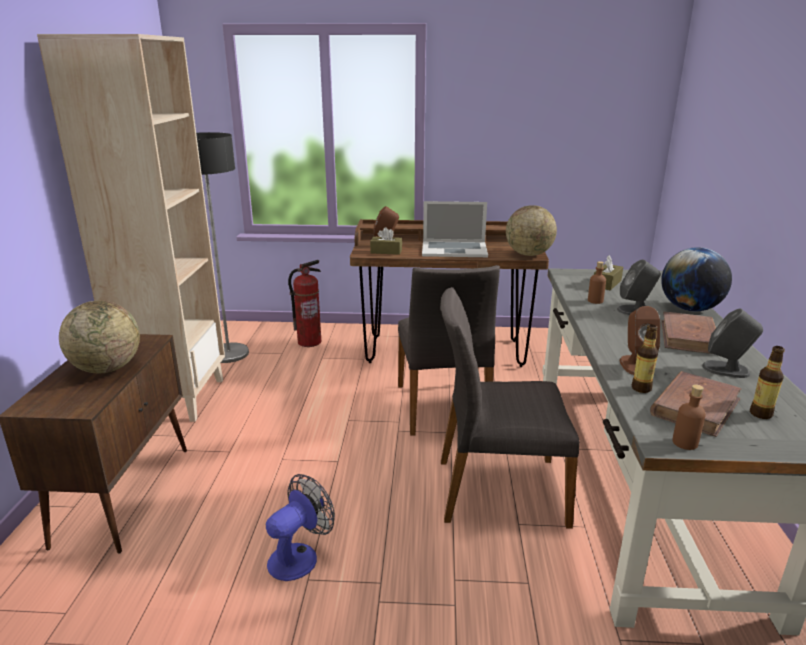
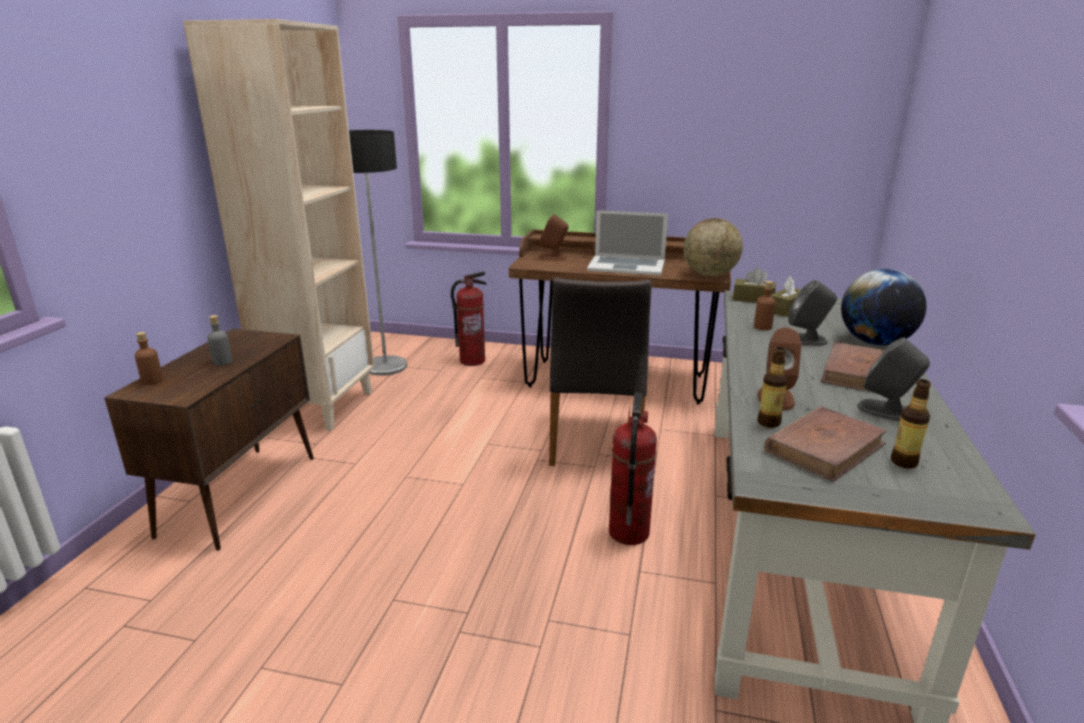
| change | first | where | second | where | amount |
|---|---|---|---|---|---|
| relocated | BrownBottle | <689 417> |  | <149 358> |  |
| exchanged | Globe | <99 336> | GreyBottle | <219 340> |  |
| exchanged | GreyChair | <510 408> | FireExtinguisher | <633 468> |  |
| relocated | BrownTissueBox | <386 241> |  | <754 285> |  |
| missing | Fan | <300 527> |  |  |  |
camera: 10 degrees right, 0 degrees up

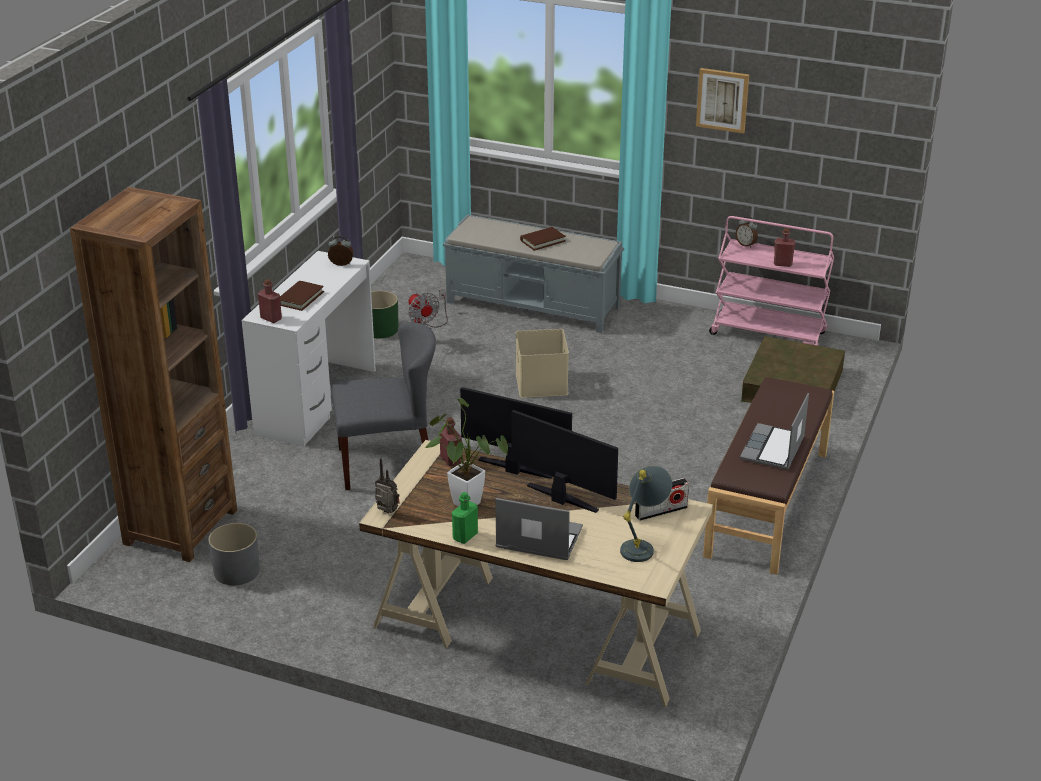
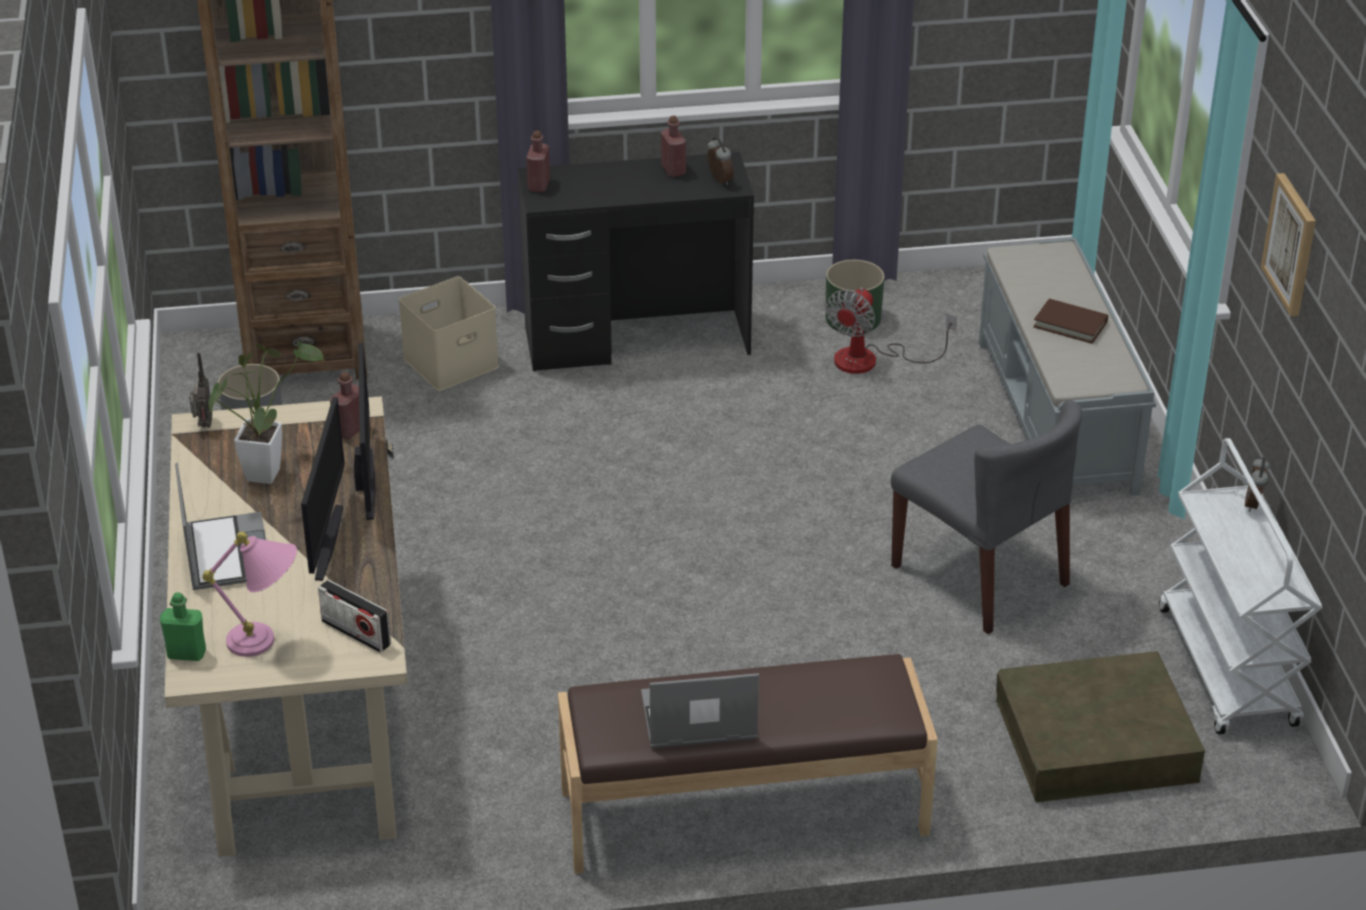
| change | first | where | second | where | amount |
|---|---|---|---|---|---|
| relocated | GreenBottle | <465 518> |  | <183 626> |  |
| colour | GreyTableLamp | <646 514> | PinkTableLamp | <249 594> |  |
| relocated | BeigeStorageBox | <542 363> |  | <449 333> |  |
| colour | WhiteDesk | <309 349> | BlackDesk | <636 261> |  |
| relocated | RedBottle | <785 247> |  | <673 146> |  |
| relocated | GreyChair | <383 406> |  | <986 517> |  |
| colour | PinkCart | <771 281> | WhiteCart | <1240 586> |  |
| missing | BrownBook | <302 296> |  |  |  |
camera: 60 degrees right, 5 degrees up

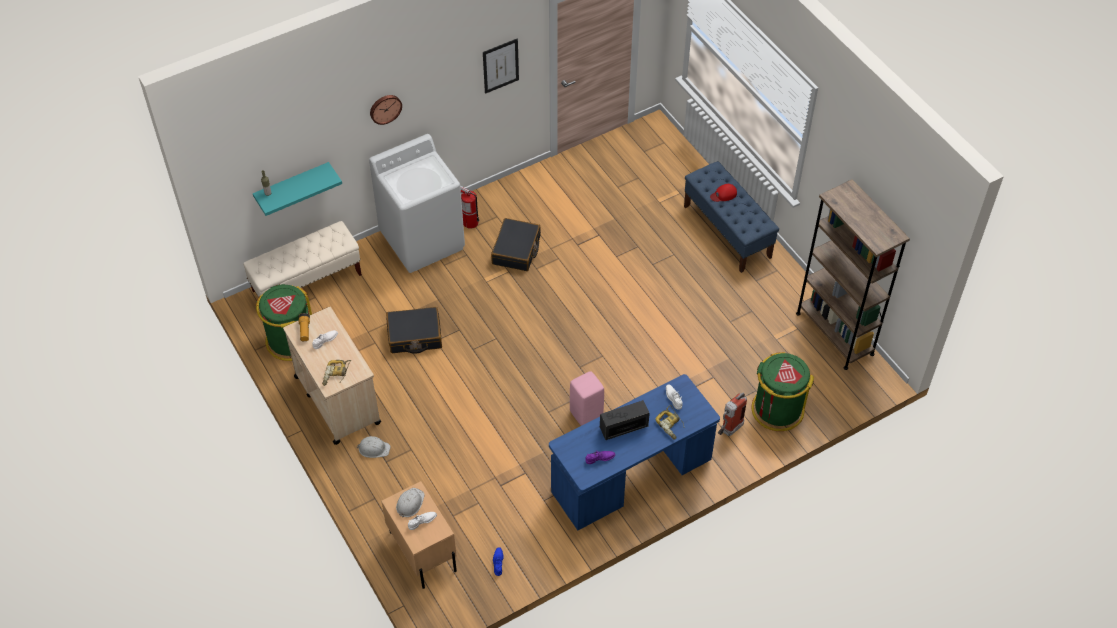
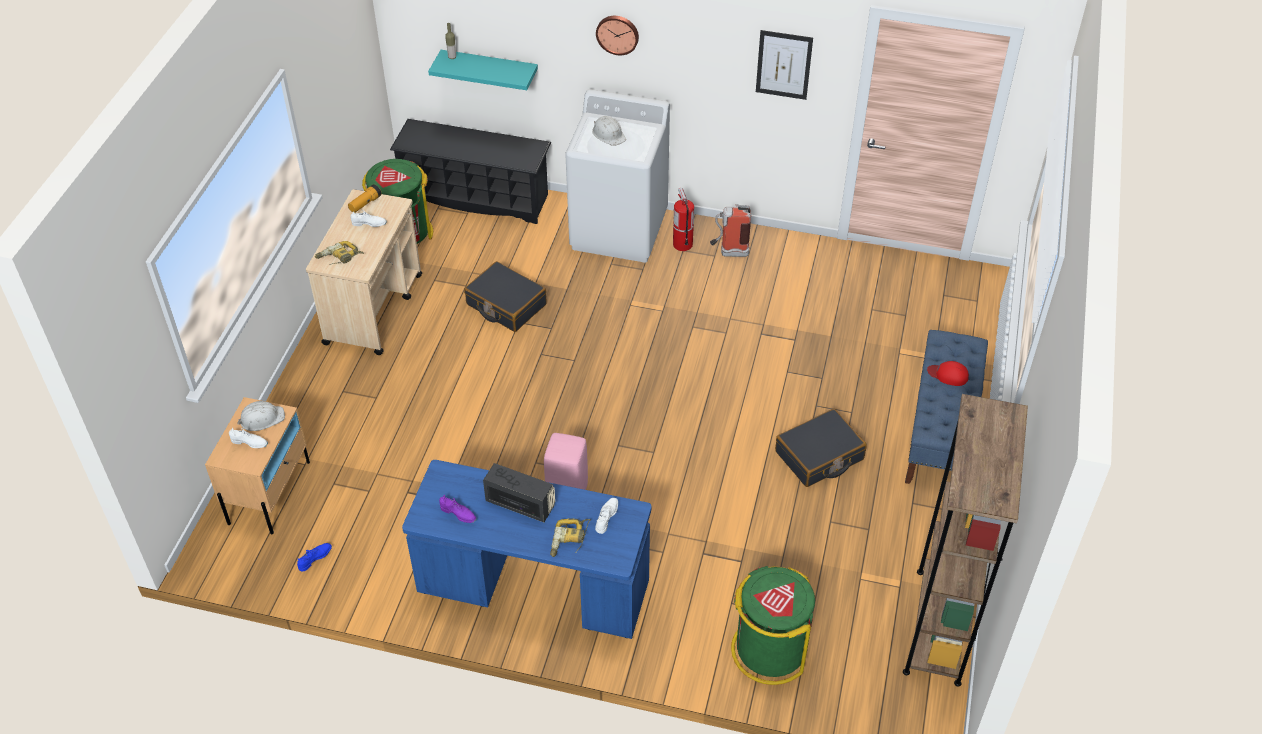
| change | first | where | second | where | amount |
|---|---|---|---|---|---|
| exchanged | BeigeBench | <302 259> | BlackShoeRack | <470 171> |  |
| relocated | WhiteHardHat | <373 447> |  | <609 131> |  |
| relocated | FireExtinguisher | <732 414> |  | <730 230> |  |
| relocated | BlackSuitcase | <516 244> |  | <820 448> |  |
camera: 45 degrees right, 5 degrees down

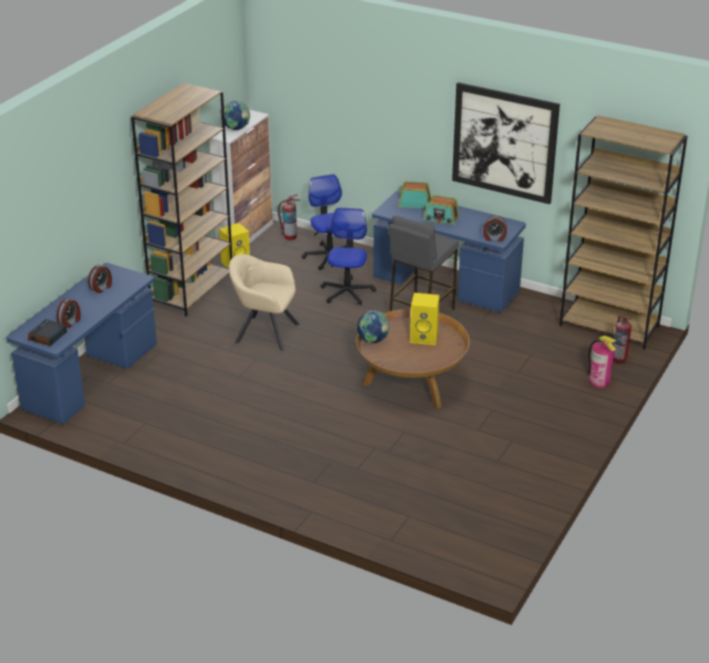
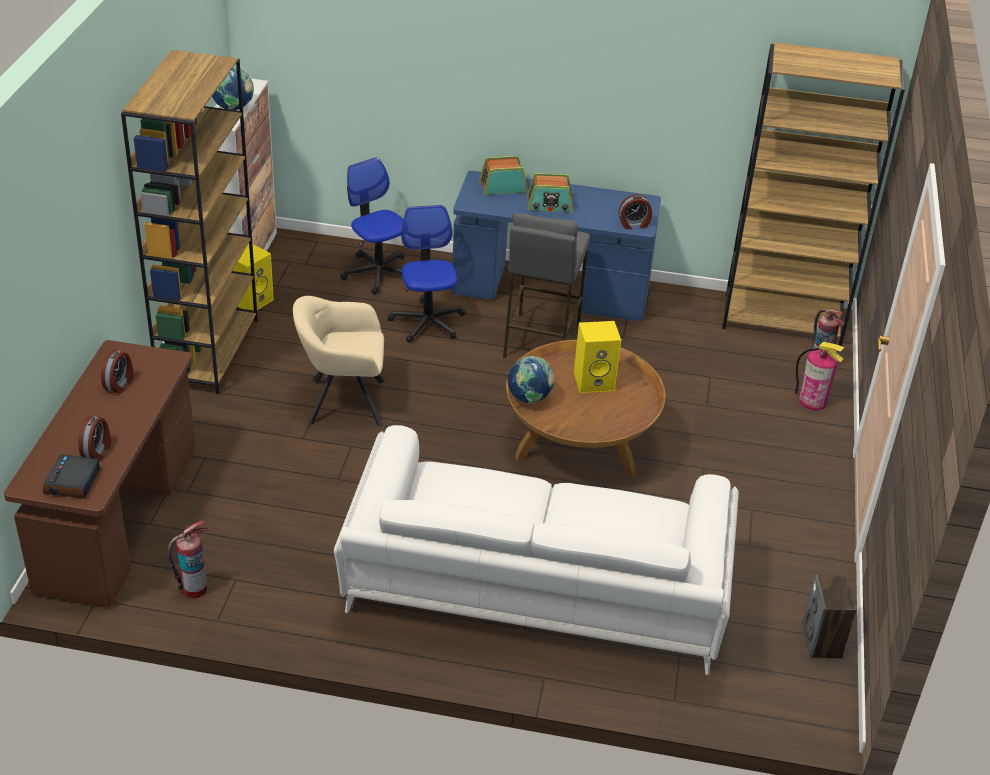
| change | first | where | second | where | amount |
|---|---|---|---|---|---|
| colour | BlueDesk | <81 343> | BrownDesk | <100 473> |  |
| relocated | FireExtinguisher | <289 217> |  | <188 559> |  |
| appeared |  |  | WhiteSofa | <536 550> |  |
| appeared |  |  | Speaker | <829 616> |  |
| missing | Picture | <506 143> |  |  |  |
camera: 20 degrees left, 5 degrees up

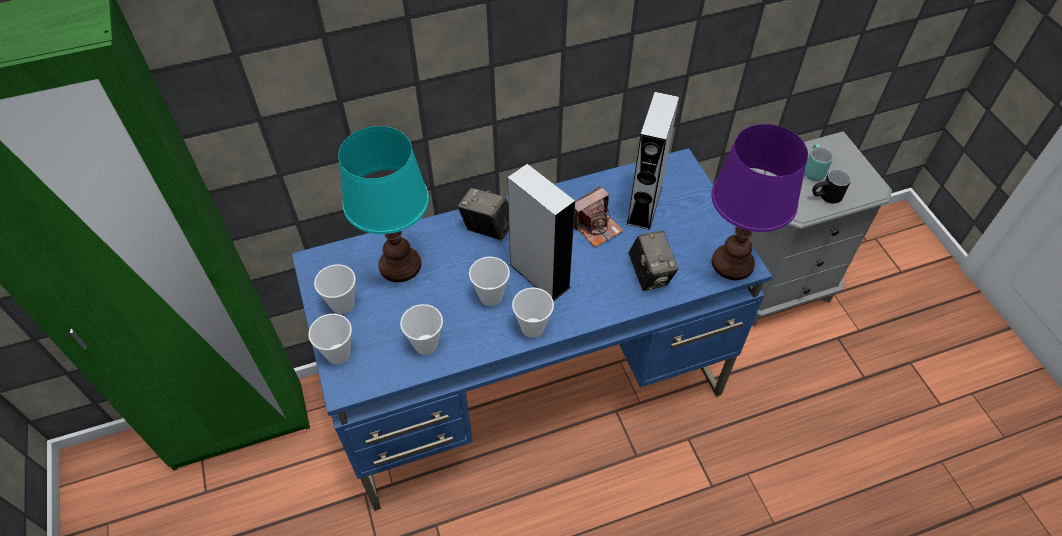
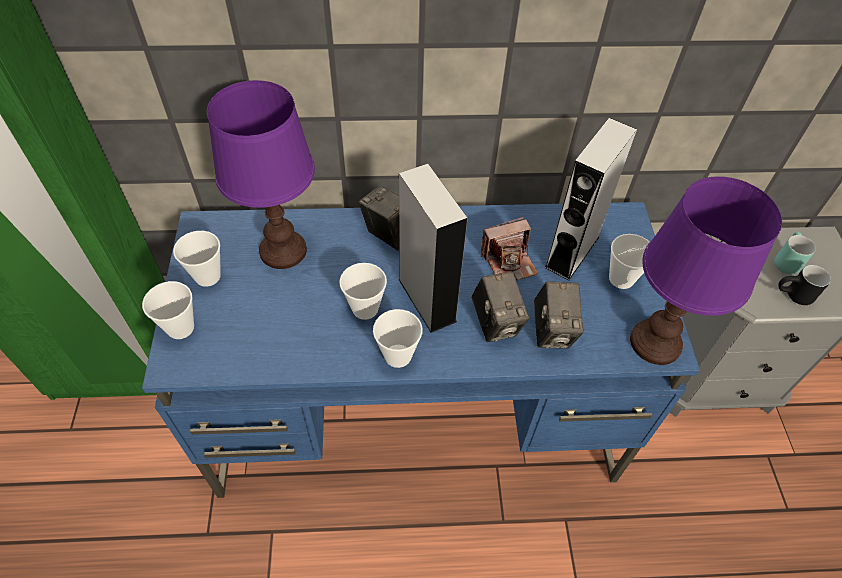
| change | first | where | second | where | amount |
|---|---|---|---|---|---|
| colour | TurquoiseTableLamp | <383 204> | PurpleTableLamp | <261 174> |  |
| appeared |  |  | PhotoCamera | <500 306> |  |
| relocated | Cup | <421 329> |  | <629 261> |  |
camera: 15 degrees right, 0 degrees up

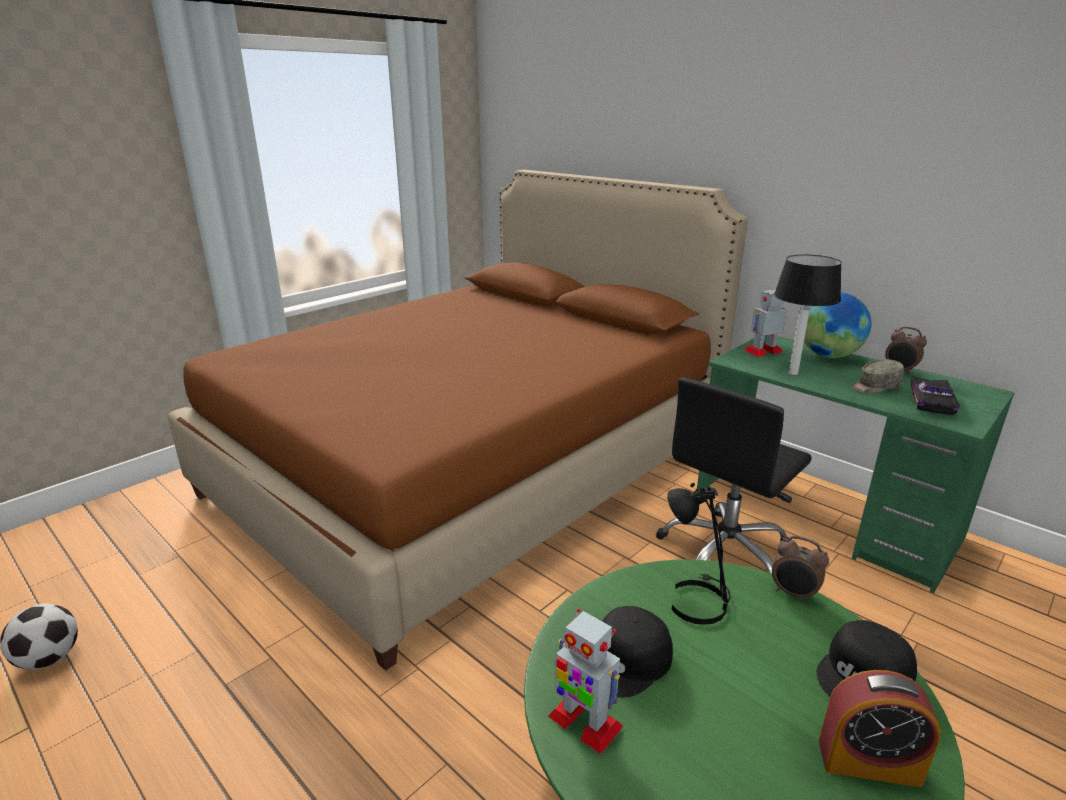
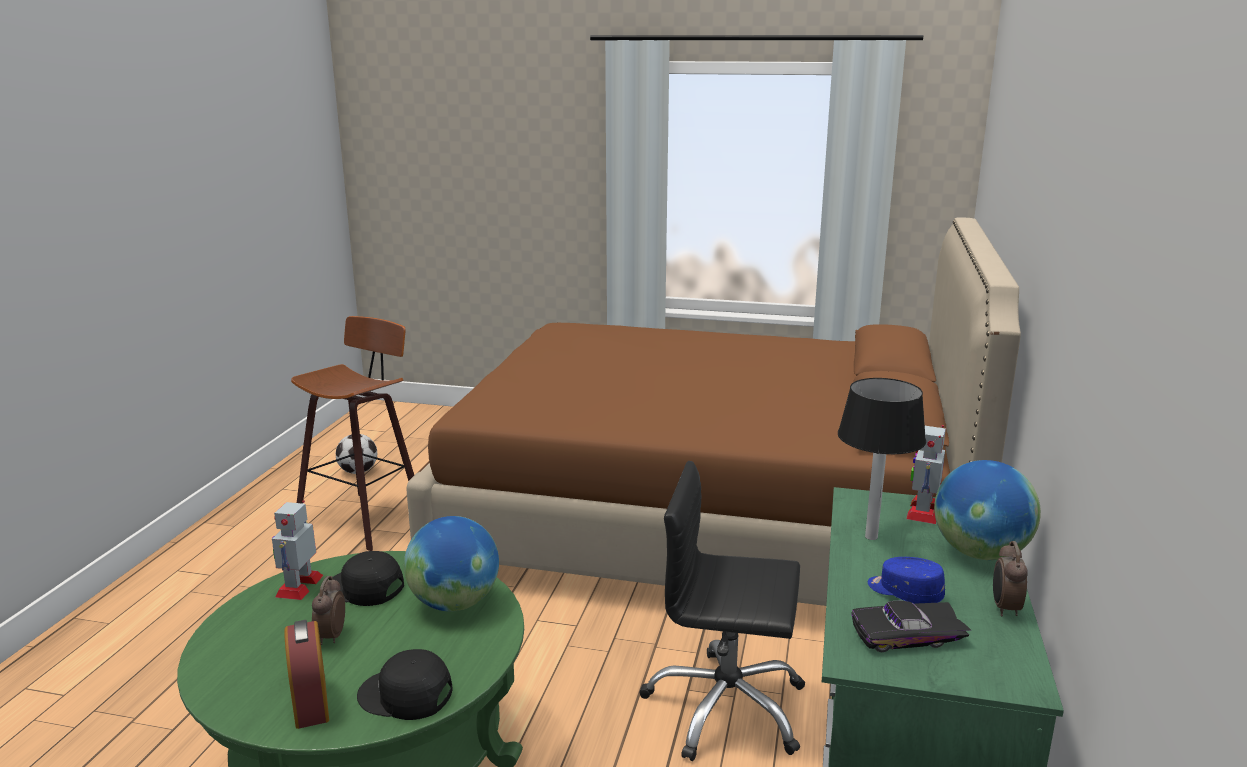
| change | first | where | second | where | amount |
|---|---|---|---|---|---|
| appeared |  |  | Stool | <352 433> |  |
| relocated | AlarmClock | <800 569> |  | <328 610> |  |
| exchanged | BlackTableLamp | <698 554> | Globe | <451 563> |  |
| colour | GreyCap | <878 376> | BlueCap | <906 580> |  |
| spun | ToyRobot | <765 323> |  | <926 474> | 105 degrees counterclockwise |
camera: 60 degrees right, 5 degrees down

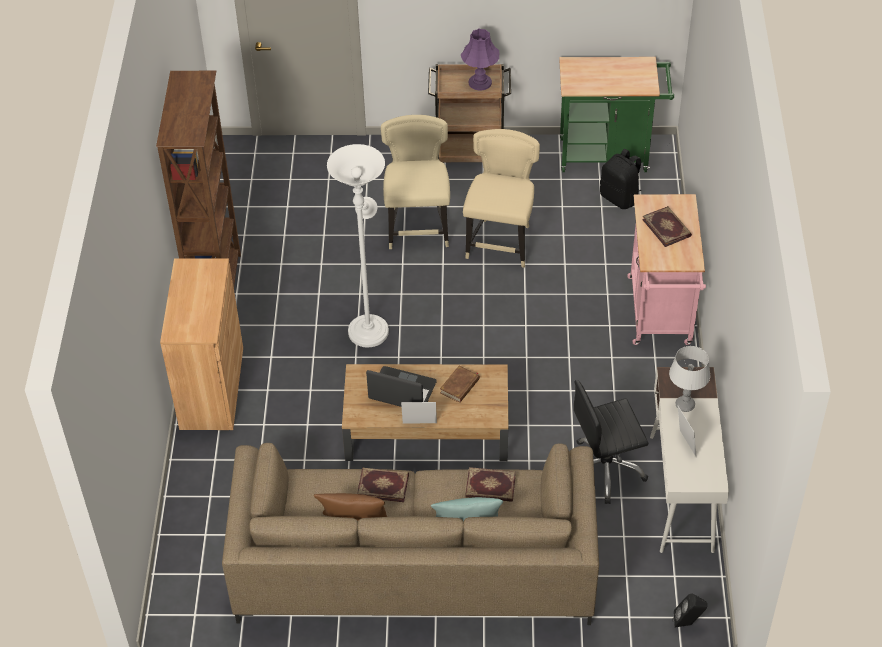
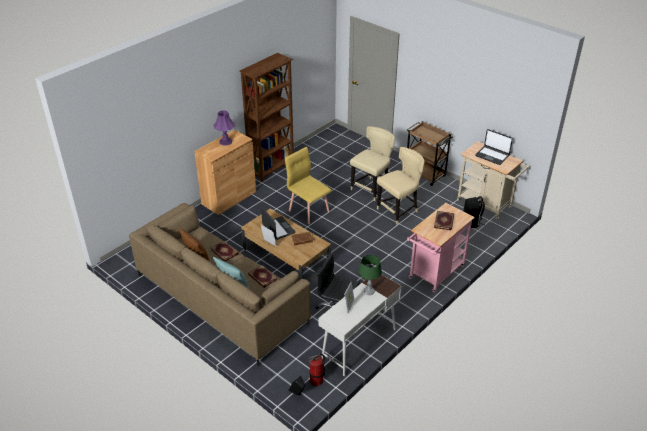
| change | first | where | second | where | amount |
|---|---|---|---|---|---|
| relocated | PurpleTableLamp | <480 59> |  | <224 128> |  |
| exchanged | WhiteFloorLamp | <358 245> | YellowChair | <308 185> |  |
| appeared |  |  | FireExtinguisher | <316 370> |  |
| colour | GreyTableLamp | <689 379> | GreenTableLamp | <370 275> |  |
| colour | GreenCart | <616 114> | BeigeCart | <493 180> |  |
| appeared |  |  | Laptop | <494 147> |  |
camera: 40 degrees right, 10 degrees down

